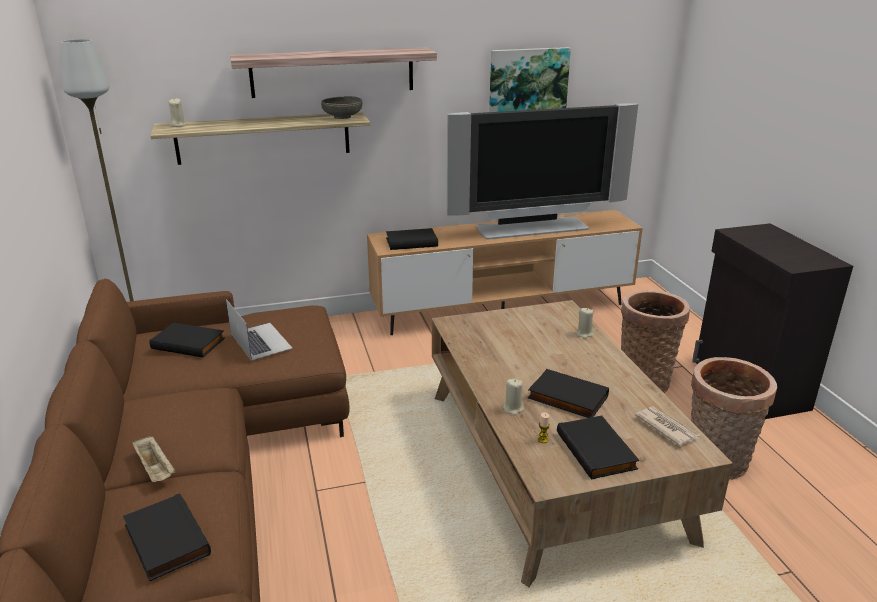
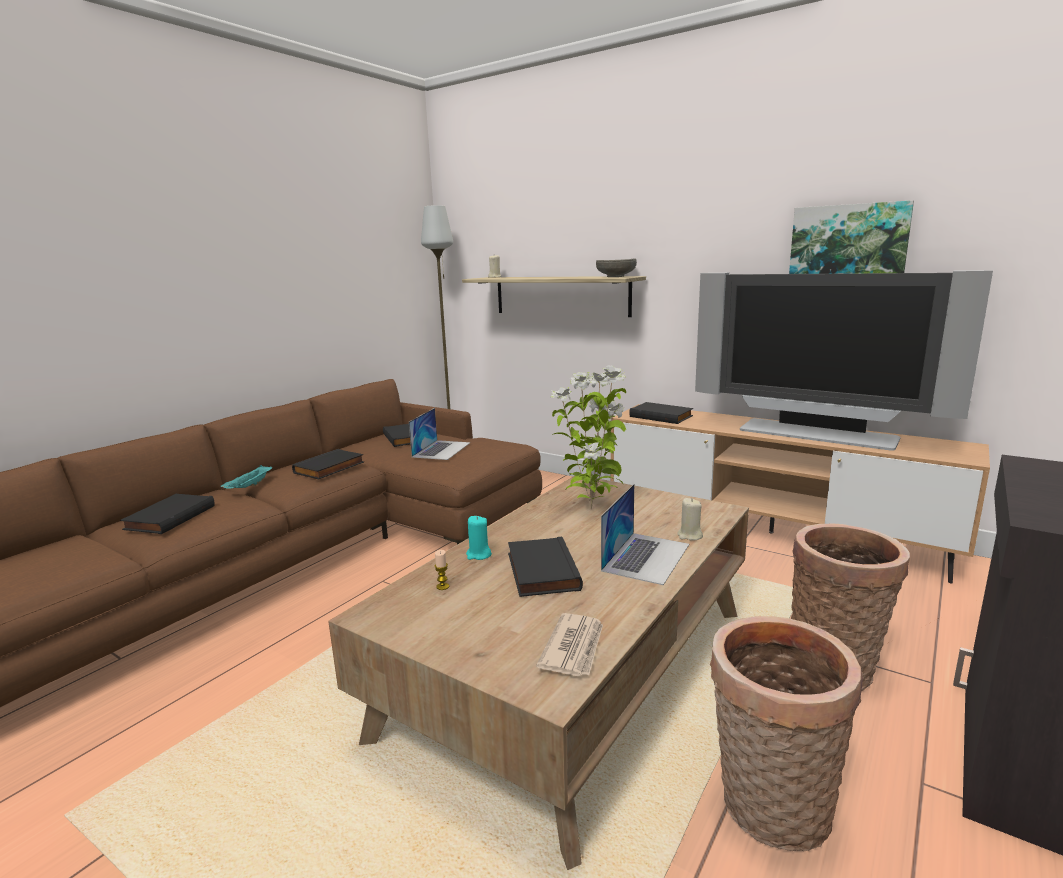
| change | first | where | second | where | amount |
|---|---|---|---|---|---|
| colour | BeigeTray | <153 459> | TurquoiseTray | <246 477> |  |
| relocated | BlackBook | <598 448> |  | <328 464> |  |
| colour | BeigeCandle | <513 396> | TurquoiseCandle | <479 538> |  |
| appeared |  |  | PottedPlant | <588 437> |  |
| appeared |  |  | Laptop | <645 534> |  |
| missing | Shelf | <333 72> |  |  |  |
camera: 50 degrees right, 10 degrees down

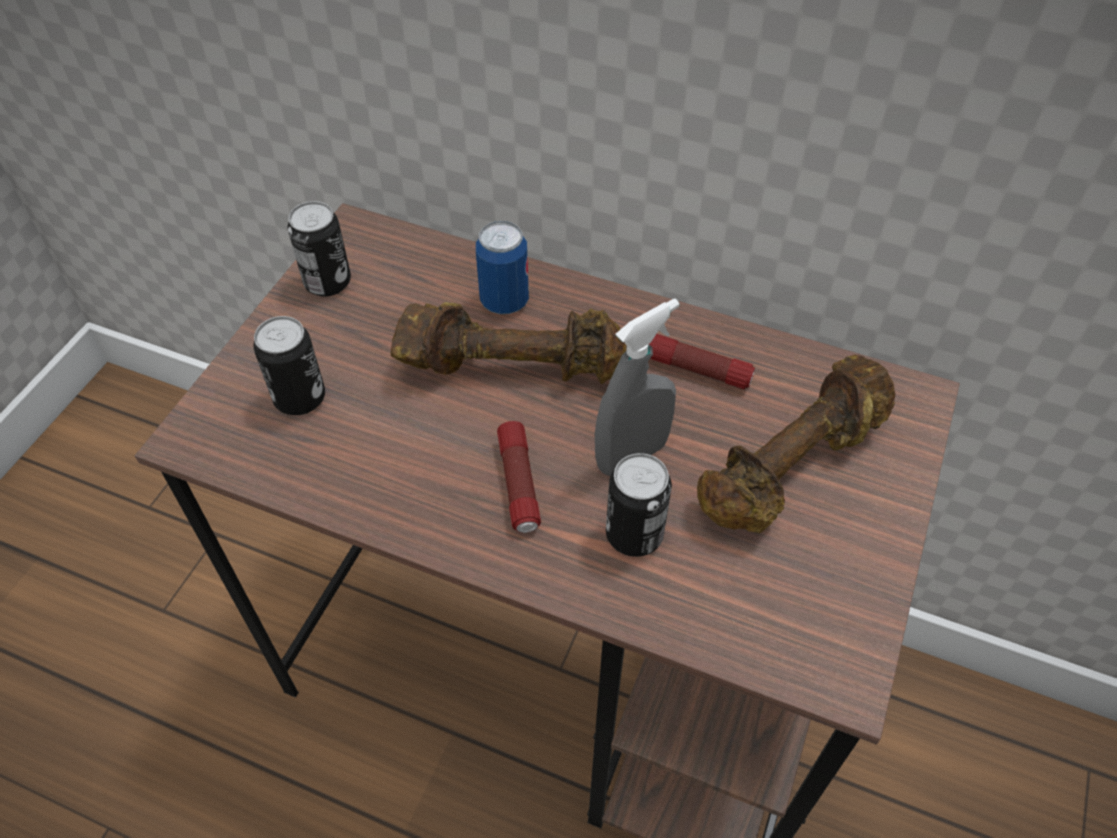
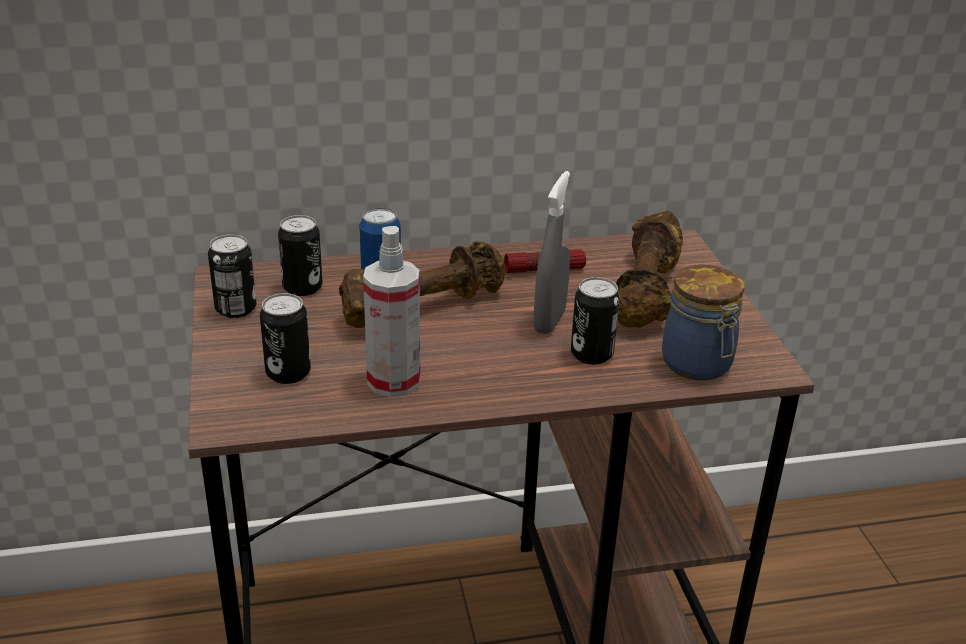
| change | first | where | second | where | amount |
|---|---|---|---|---|---|
| appeared |  |  | Can | <300 255> |  |
| appeared |  |  | SprayBottle | <391 311> |  |
| appeared |  |  | Jar | <703 323> |  |
| missing | Flashlight | <519 477> |  |  |  |
camera: 35 degrees left, 20 degrees down

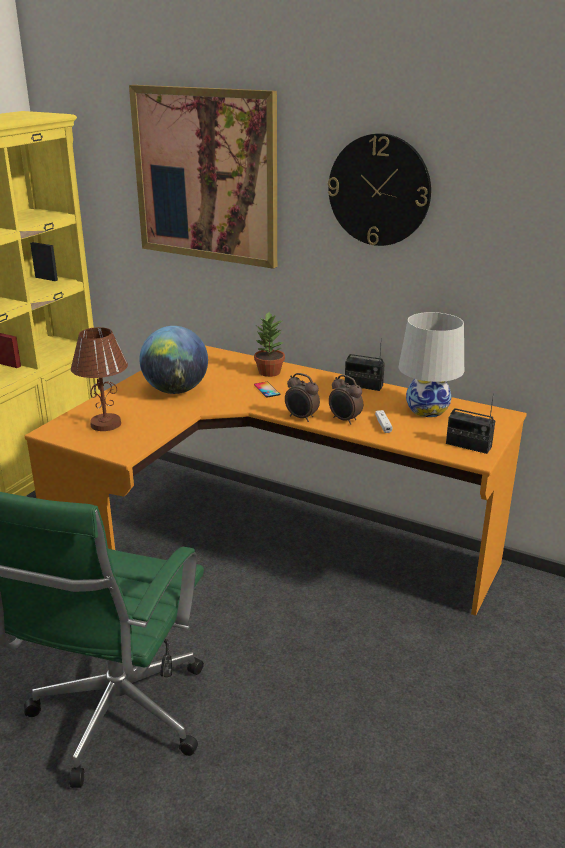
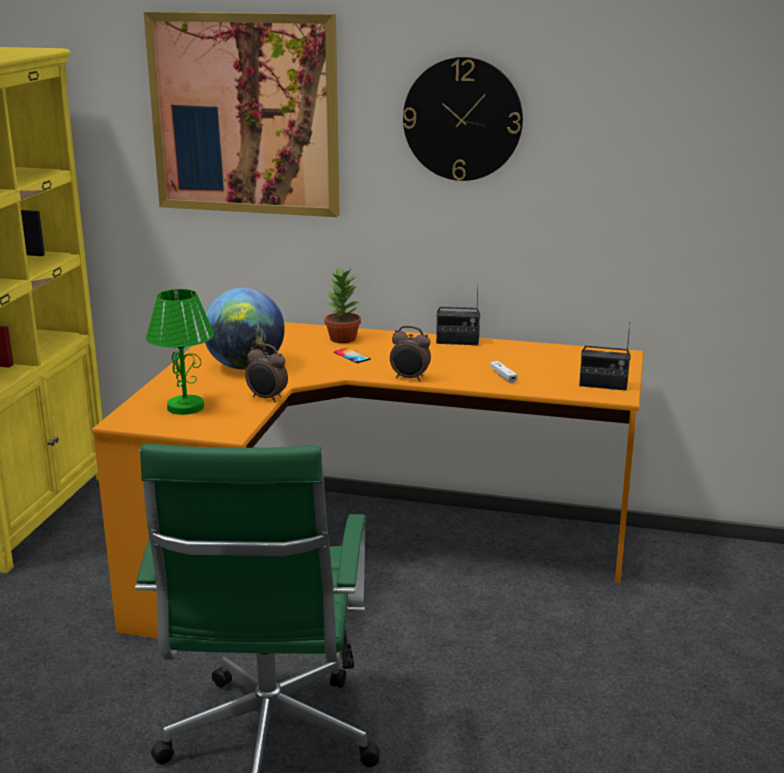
| change | first | where | second | where | amount |
|---|---|---|---|---|---|
| colour | BrownTableLamp | <99 379> | GreenTableLamp | <180 352> |  |
| relocated | AlarmClock | <346 400> |  | <266 372> |  |
| missing | WhiteTableLamp | <431 364> |  |  |  |
camera: 15 degrees left, 5 degrees down

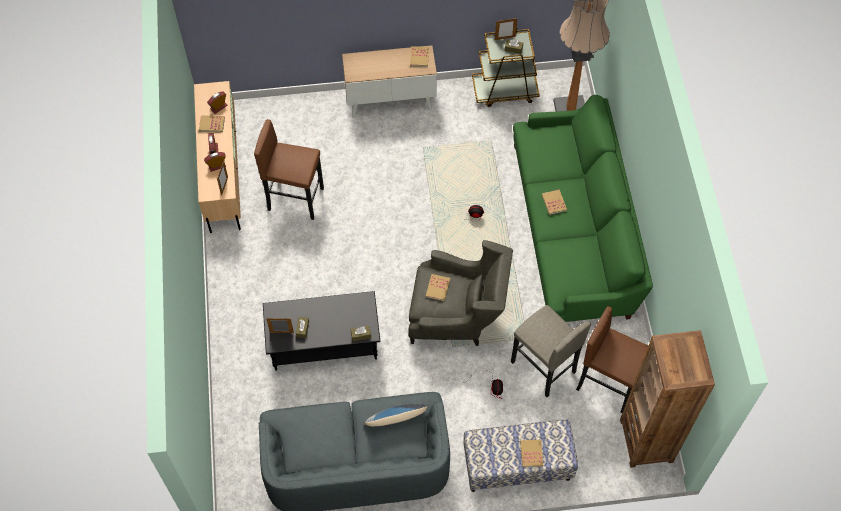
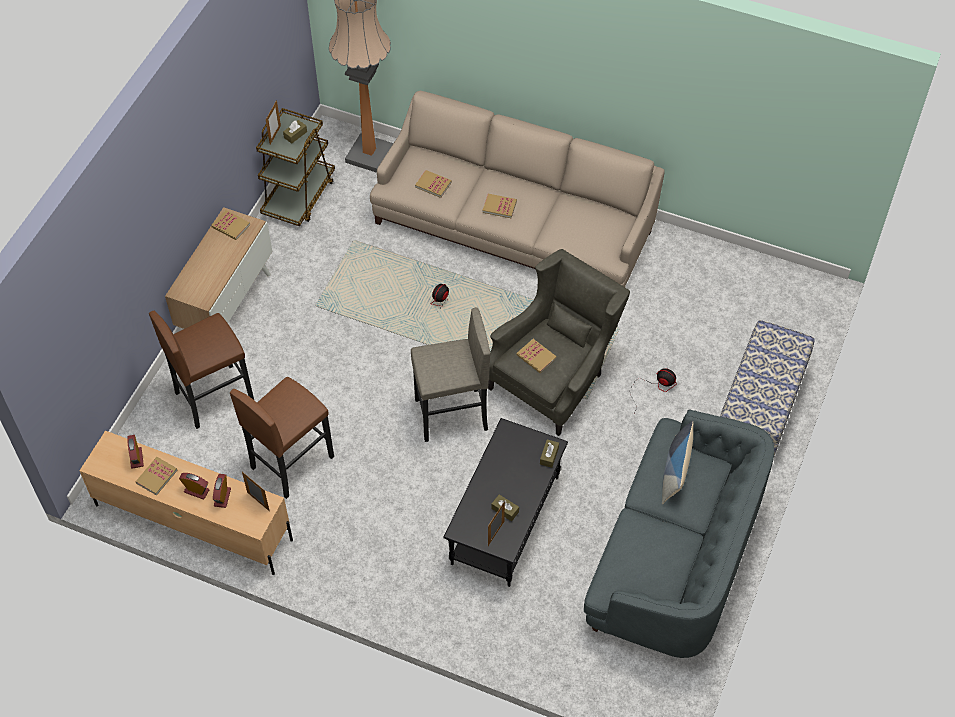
| change | first | where | second | where | amount |
|---|---|---|---|---|---|
| relocated | BrownStool | <612 359> |  | <201 370> |  |
| colour | GreenSofa | <583 208> | BeigeSofa | <517 189> |  |
| relocated | GreyStool | <551 351> |  | <450 375> |  |
| relocated | Book | <531 453> |  | <433 184> |  |
| missing | BrownBookcase | <667 399> |  |  |  |
camera: 60 degrees left, 5 degrees down

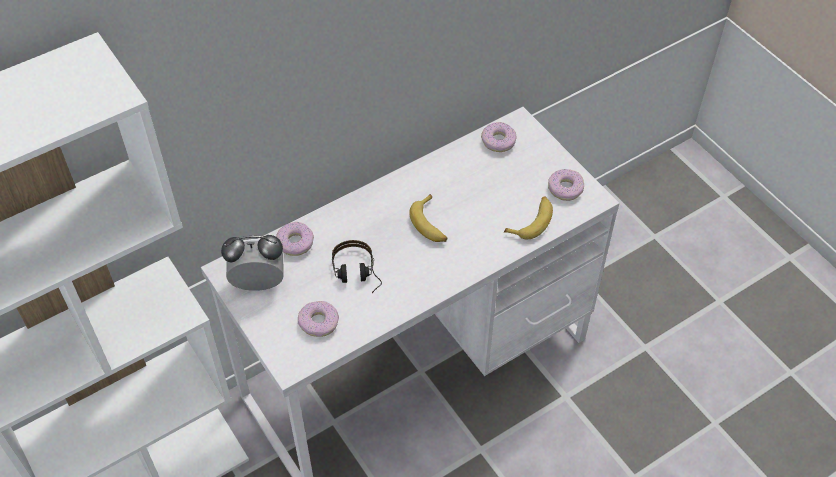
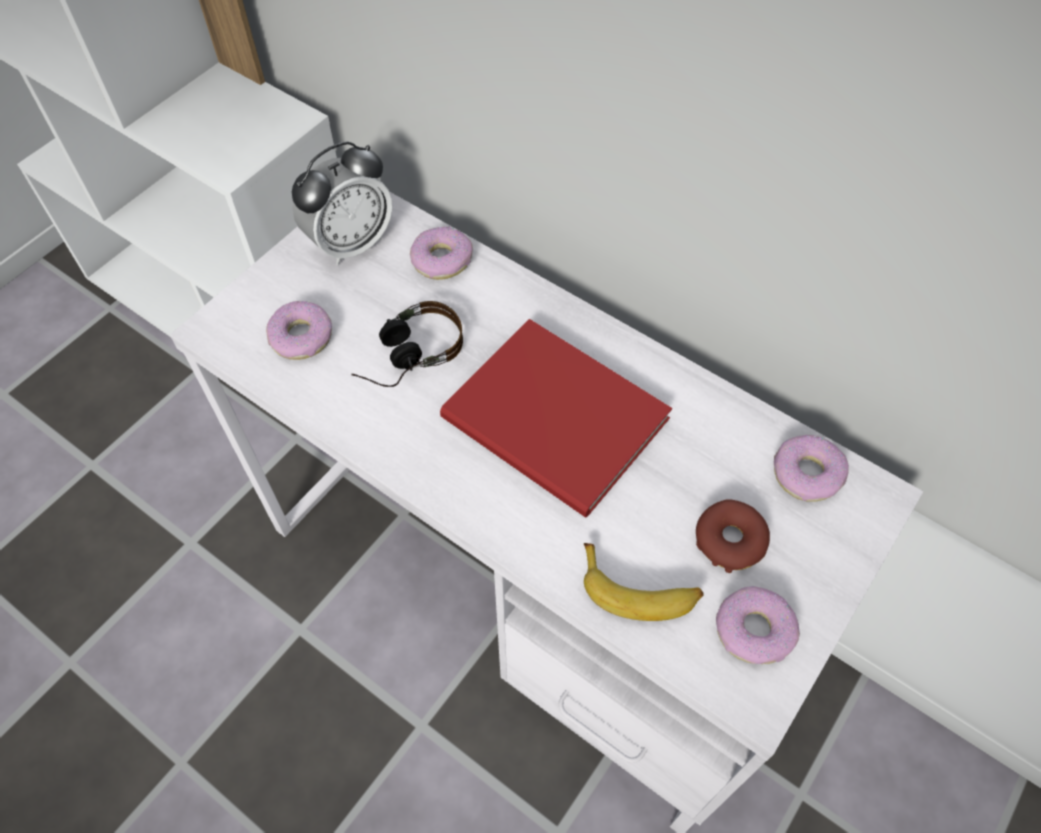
| change | first | where | second | where | amount |
|---|---|---|---|---|---|
| spun | AlarmClock | <252 263> |  | <342 203> | 75 degrees clockwise |
| exchanged | Banana | <428 218> | RedBook | <556 418> |  |
| appeared |  |  | Donut | <733 536> |  |
camera: 70 degrees right, 5 degrees up

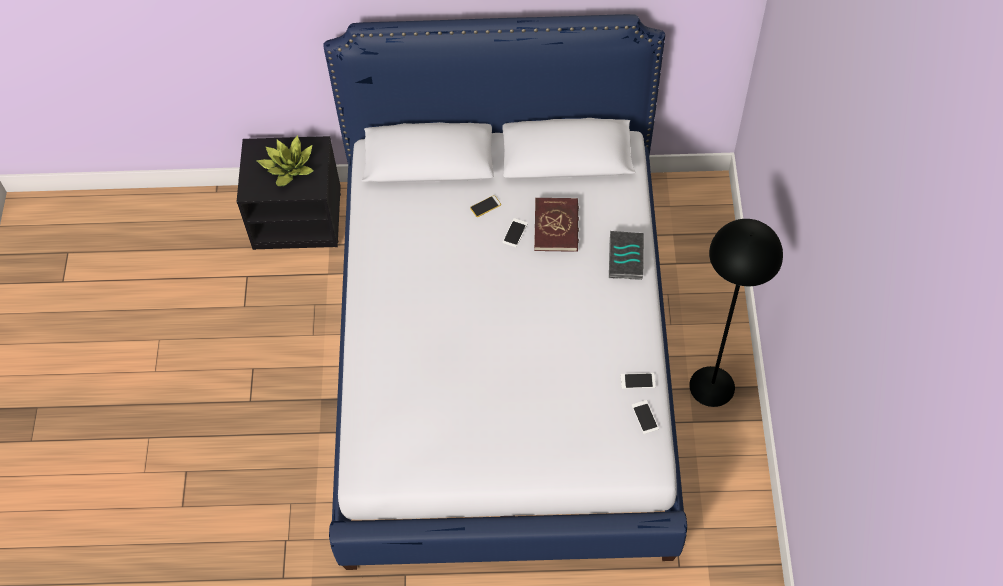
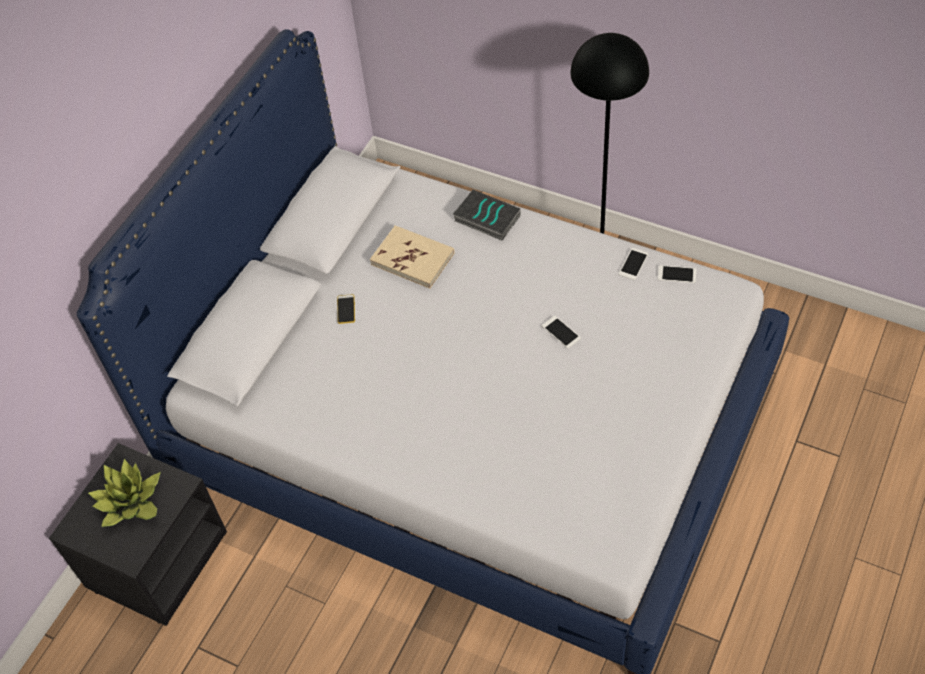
| change | first | where | second | where | amount |
|---|---|---|---|---|---|
| colour | RedBook | <556 225> | BeigeBook | <412 257> |  |
| relocated | Phone | <515 232> |  | <561 332> |  |
camera: 60 degrees left, 5 degrees down

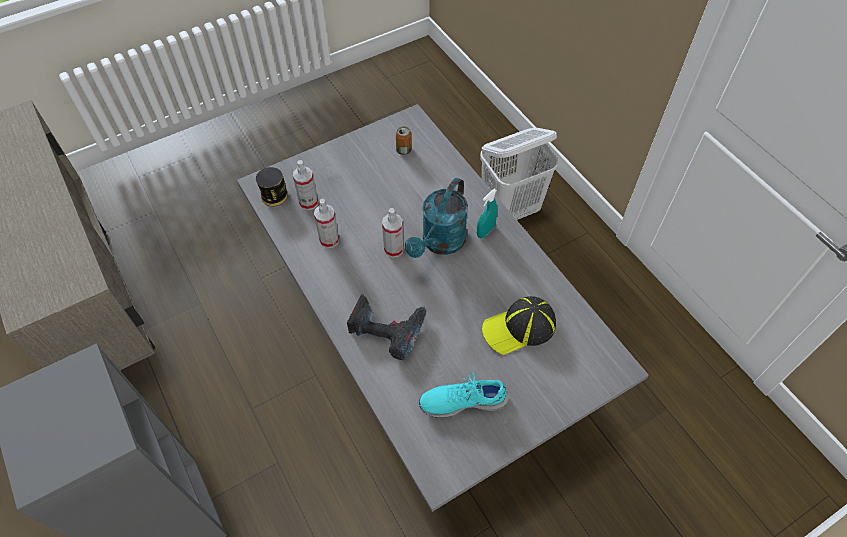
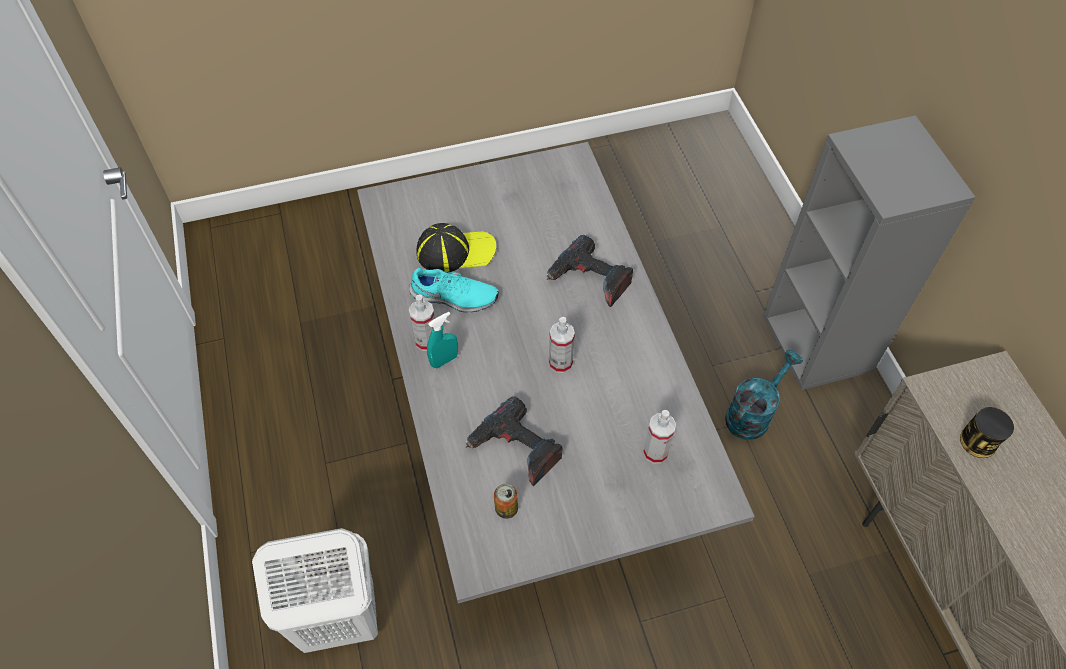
| change | first | where | second | where | amount |
|---|---|---|---|---|---|
| relocated | TurquoiseShoe | <463 395> |  | <454 290> |  |
| relocated | SprayBottle | <326 223> |  | <422 323> |  |
| appeared |  |  | PowerDrill | <513 441> |  |
| relocated | TurquoiseWateringCan | <436 218> |  | <764 395> |  |
| relocated | Can | <272 186> |  | <987 432> |  |
camera: 165 degrees left, 0 degrees up

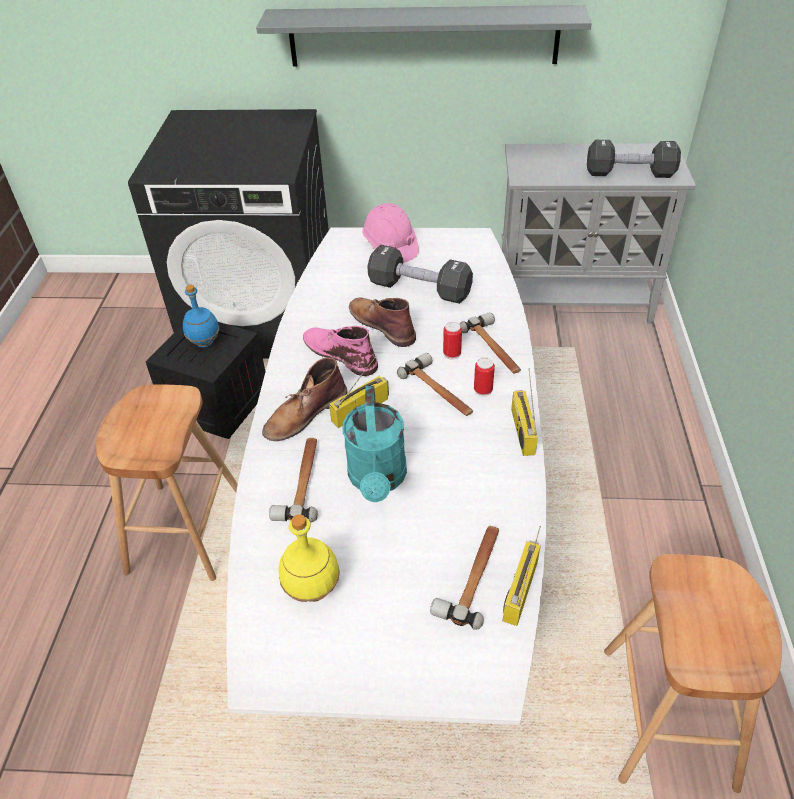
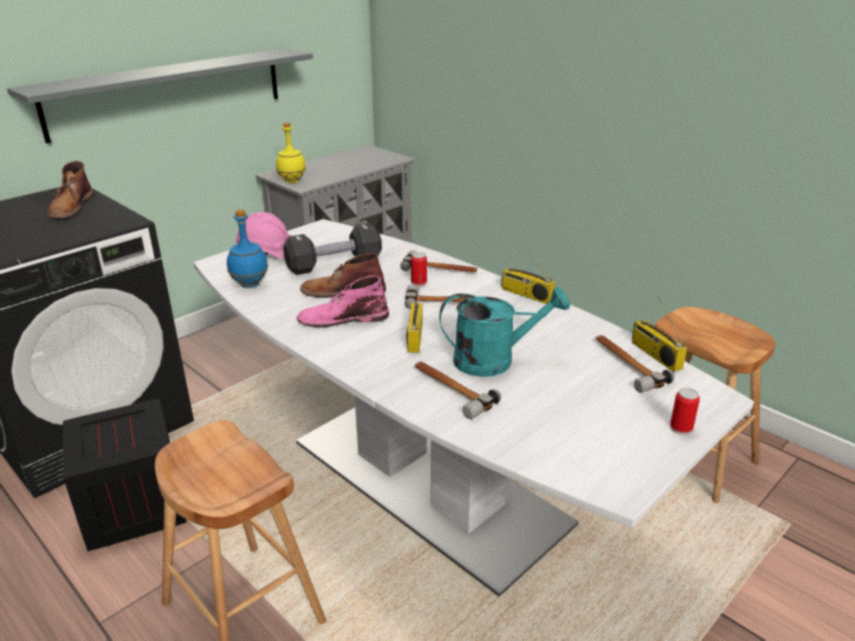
| change | first | where | second | where | amount |
|---|---|---|---|---|---|
| relocated | BrownBoot | <305 399> |  | <70 190> |  |
| relocated | BlueBottle | <201 316> |  | <247 249> |  |
| relocated | YellowBottle | <309 558> |  | <291 153> |  |
| spun | TurquoiseWateringCan | <375 444> |  | <504 332> | 45 degrees counterclockwise |
| relocated | Can | <484 377> |  | <685 411> |  |
| missing | BlackDumbbell | <634 159> |  |  |  |
camera: 50 degrees left, 15 degrees down

